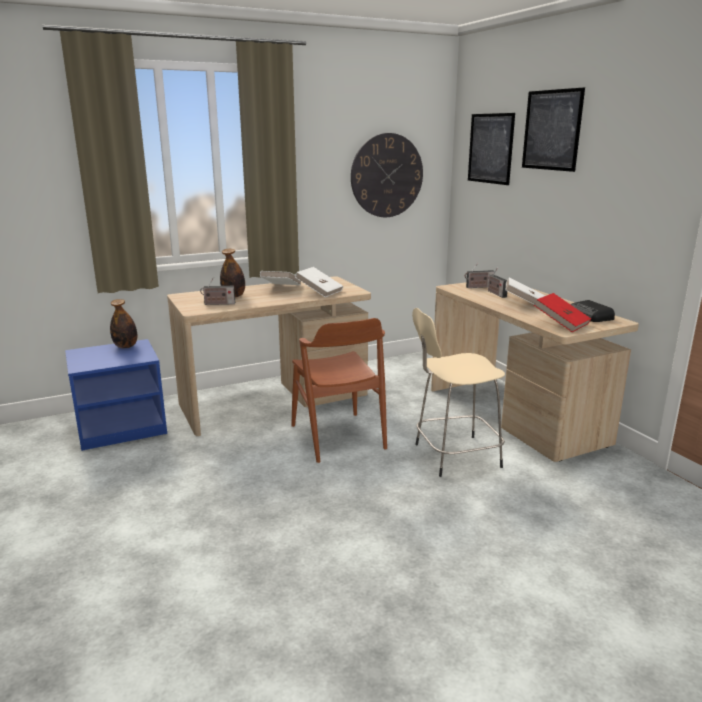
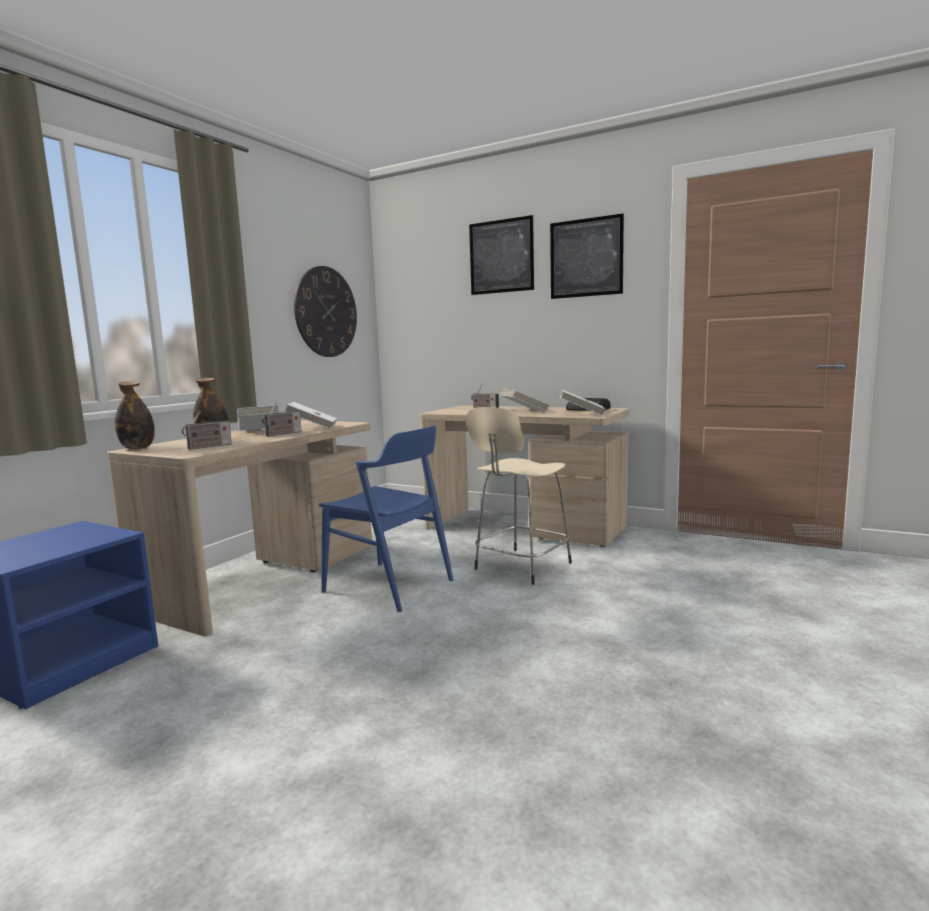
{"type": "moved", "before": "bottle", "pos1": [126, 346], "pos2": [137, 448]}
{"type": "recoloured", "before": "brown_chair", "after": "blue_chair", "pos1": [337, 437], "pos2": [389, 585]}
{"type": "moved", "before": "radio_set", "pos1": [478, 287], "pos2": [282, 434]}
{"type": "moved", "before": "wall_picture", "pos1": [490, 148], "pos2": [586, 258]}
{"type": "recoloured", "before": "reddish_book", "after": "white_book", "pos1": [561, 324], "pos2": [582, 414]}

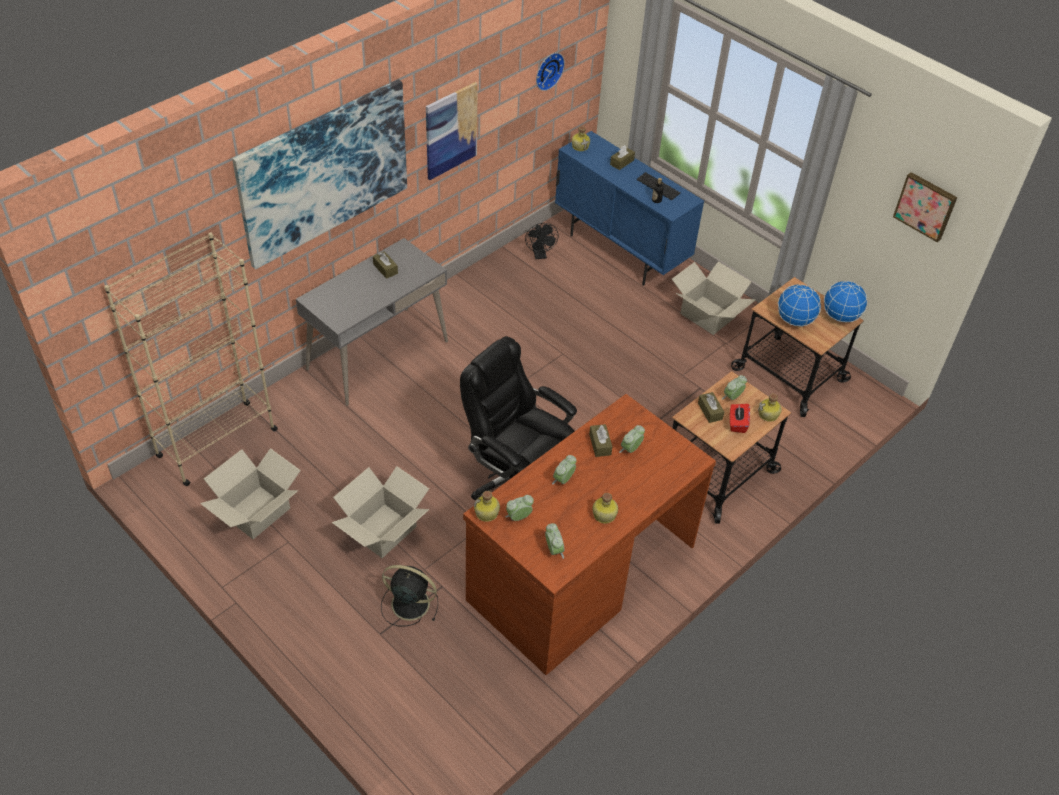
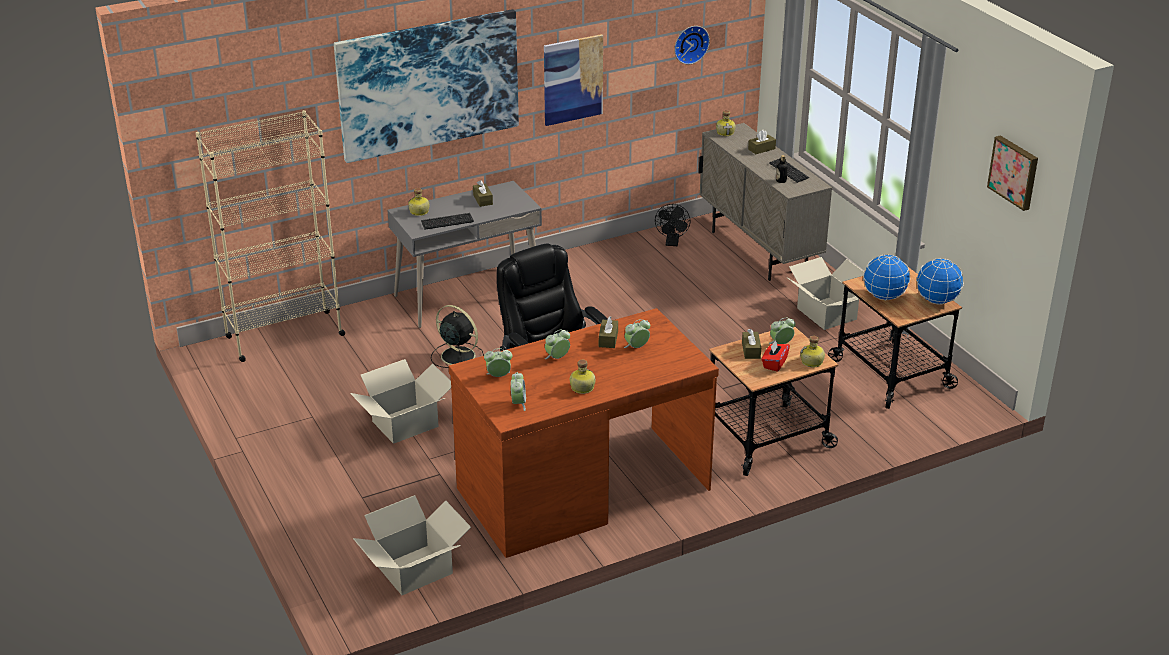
{"type": "moved", "before": "carton", "pos1": [256, 512], "pos2": [414, 570]}
{"type": "moved", "before": "blackish_electric_fan", "pos1": [408, 603], "pos2": [456, 355]}
{"type": "moved", "before": "bottle", "pos1": [487, 513], "pos2": [419, 212]}
{"type": "recoloured", "before": "blue_storage_cabinet", "after": "sand-coloured_storage_cabinet", "pos1": [620, 251], "pos2": [759, 251]}
{"type": "added", "after": "keyboard", "pos2": [447, 222]}

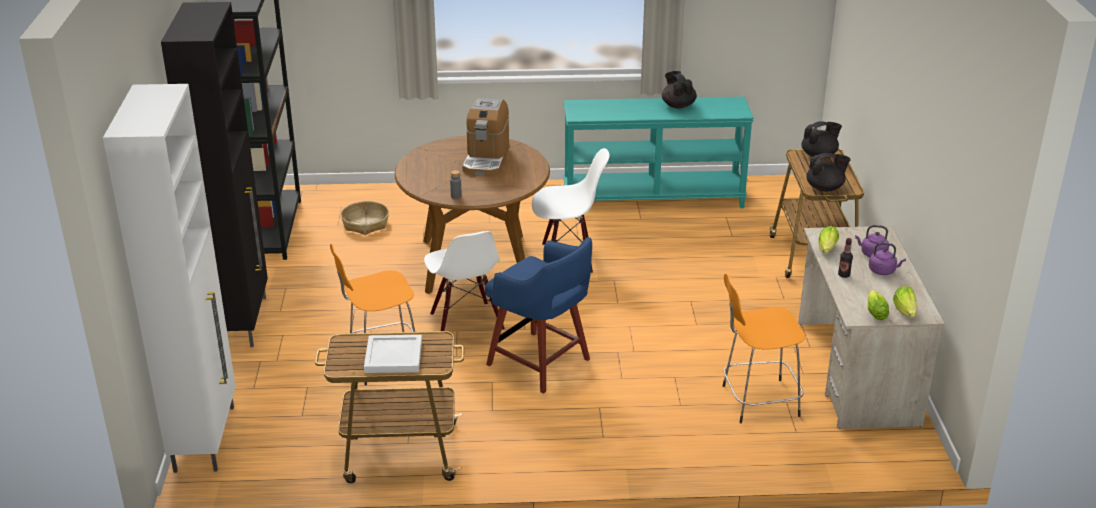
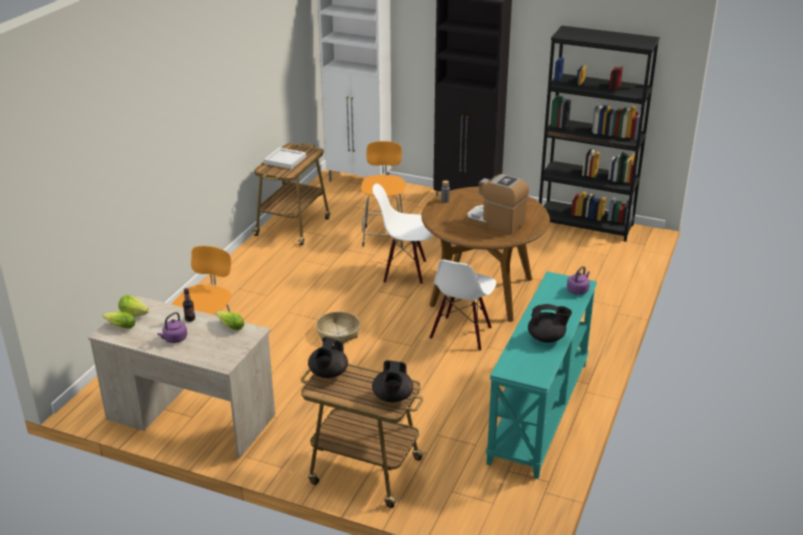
{"type": "moved", "before": "basket", "pos1": [365, 224], "pos2": [338, 333]}
{"type": "removed", "before": "blue_sitting_stool", "pos1": [540, 364]}
{"type": "moved", "before": "purplish_water_kettle", "pos1": [872, 254], "pos2": [578, 290]}

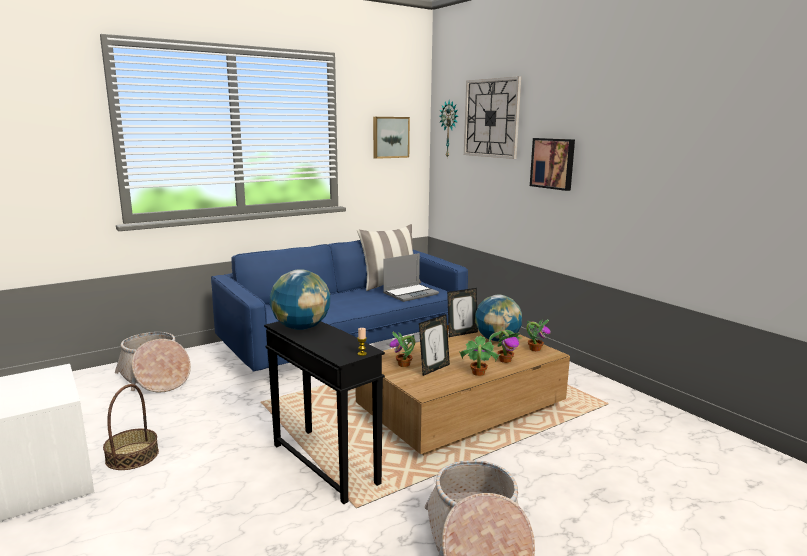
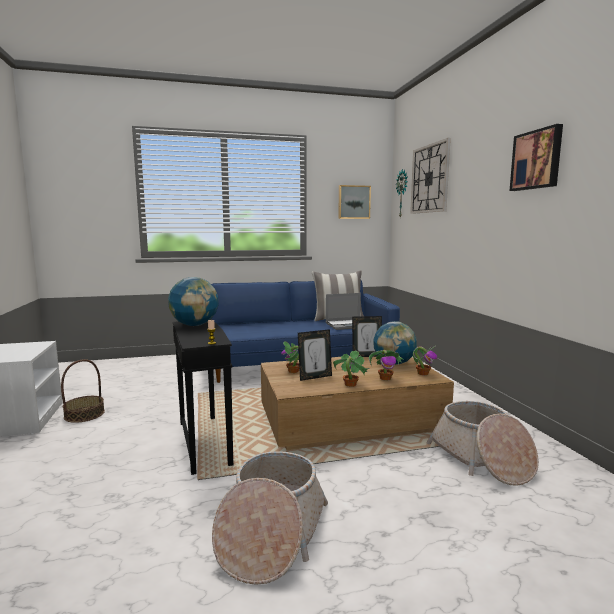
{"type": "moved", "before": "basket", "pos1": [155, 378], "pos2": [481, 459]}
{"type": "moved", "before": "wall_picture", "pos1": [553, 163], "pos2": [537, 160]}

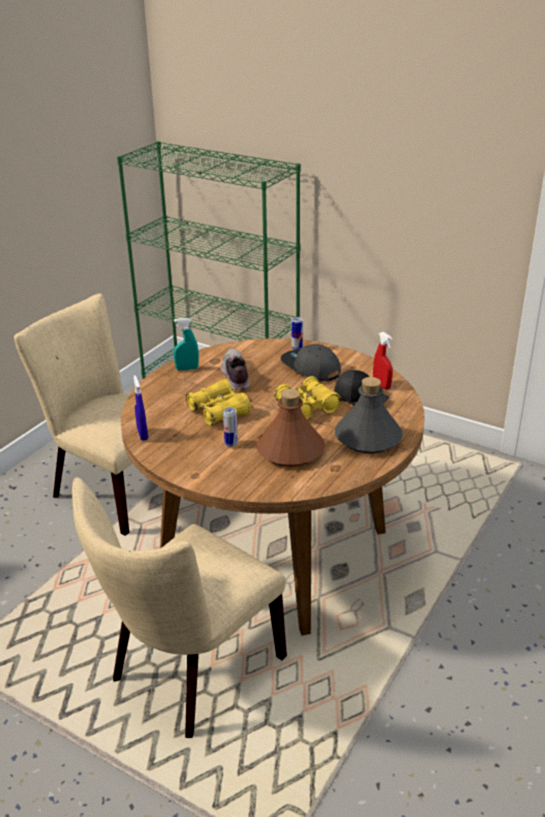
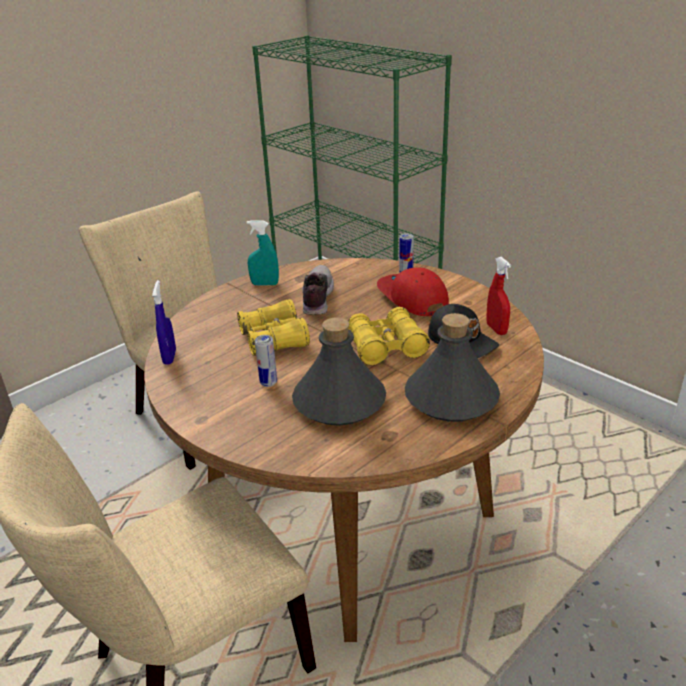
{"type": "recoloured", "before": "brown_bottle", "after": "greyish_bottle", "pos1": [290, 450], "pos2": [339, 402]}
{"type": "recoloured", "before": "greyish_cap", "after": "reddish_cap", "pos1": [310, 369], "pos2": [412, 299]}

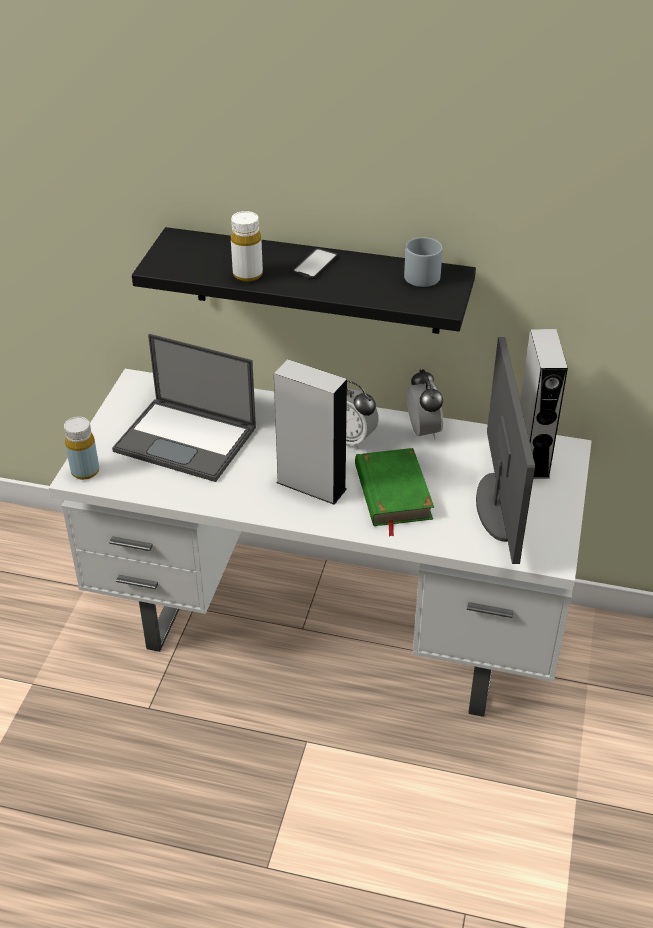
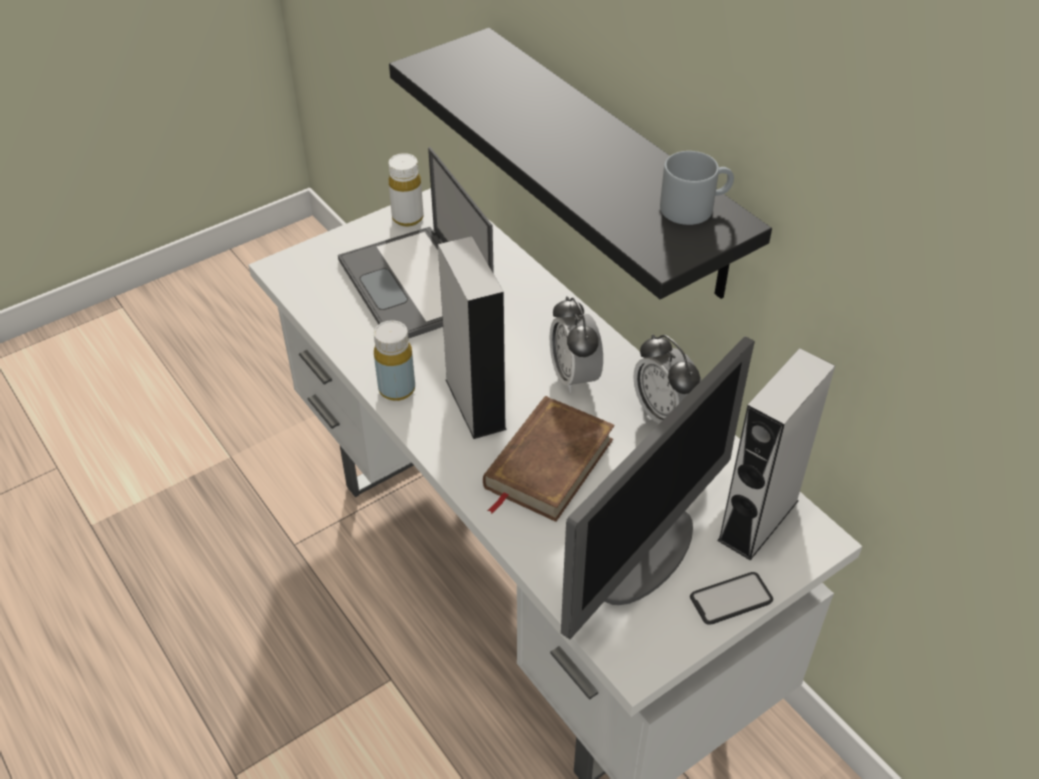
{"type": "moved", "before": "yellow-coloured_bottle", "pos1": [85, 471], "pos2": [397, 389]}
{"type": "moved", "before": "white_bottle", "pos1": [247, 274], "pos2": [408, 218]}
{"type": "moved", "before": "telephone", "pos1": [315, 264], "pos2": [731, 599]}
{"type": "recoloured", "before": "greenish_book", "after": "brown_book", "pos1": [392, 493], "pos2": [548, 463]}
{"type": "turned", "before": "table_clock", "pos1": [422, 431], "pos2": [664, 413], "turn": 120}

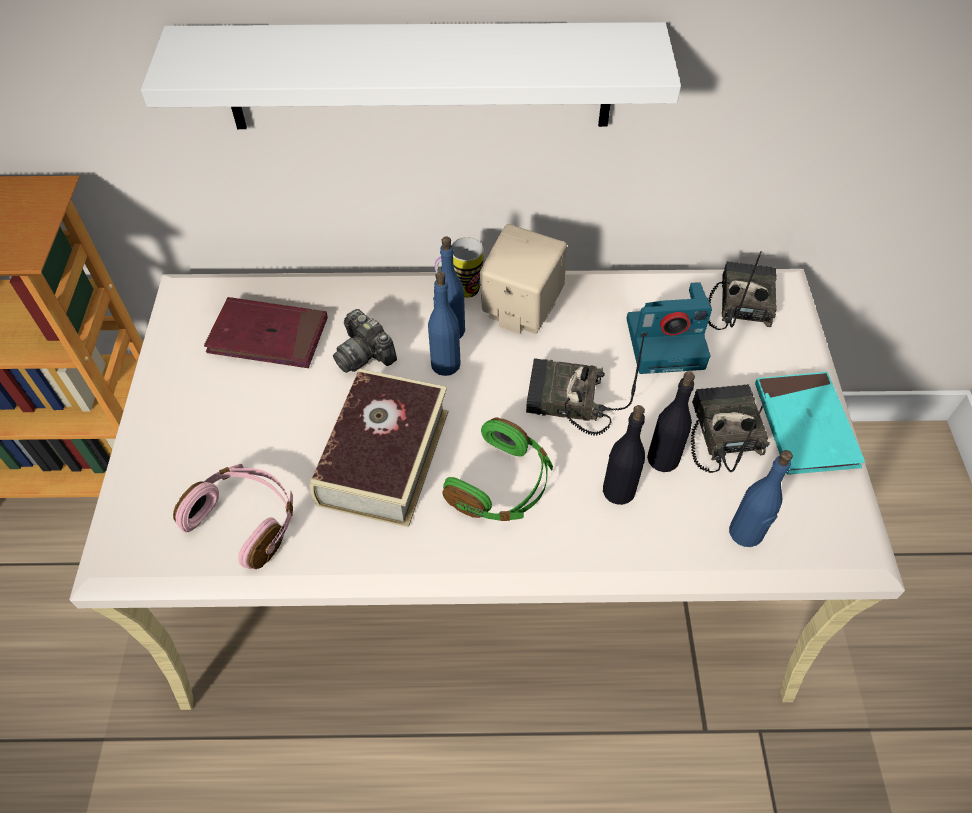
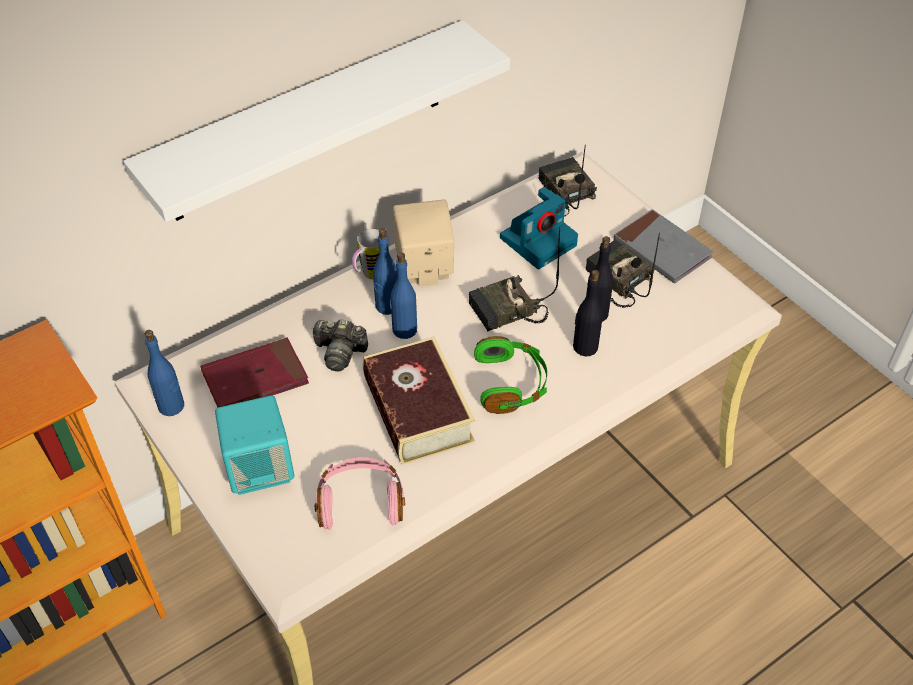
{"type": "moved", "before": "blue_bottle", "pos1": [746, 533], "pos2": [171, 406]}
{"type": "recoloured", "before": "turquoise-coloured_book", "after": "greyish_book", "pos1": [805, 426], "pos2": [662, 250]}
{"type": "added", "after": "turquoise-coloured_audio_speaker", "pos2": [260, 469]}

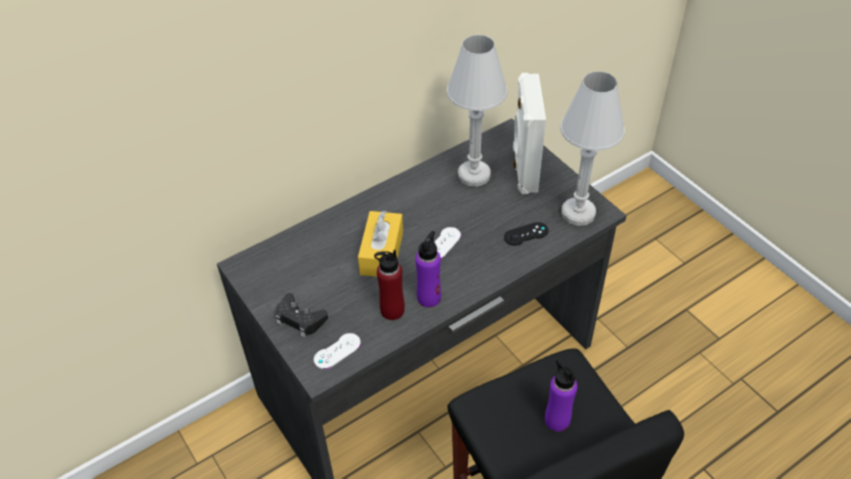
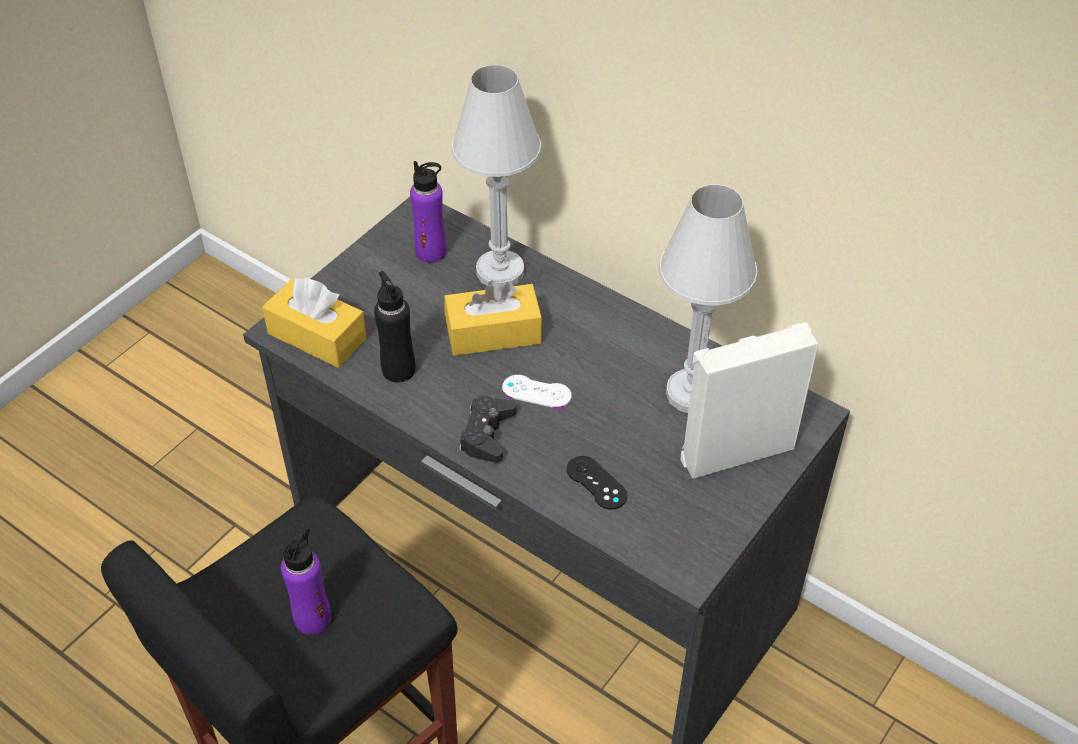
{"type": "moved", "before": "blackish_gamepad", "pos1": [300, 319], "pos2": [487, 434]}
{"type": "replaced", "before": "white_gamepad", "after": "yellow-coloured_box_of_tissues", "pos1": [337, 351], "pos2": [317, 336]}
{"type": "recoloured", "before": "reddish_bottle", "after": "blackish_bottle", "pos1": [392, 310], "pos2": [398, 370]}
{"type": "moved", "before": "purplish_bottle", "pos1": [429, 297], "pos2": [431, 252]}
{"type": "moved", "before": "white_tabletop_lamp", "pos1": [578, 213], "pos2": [500, 272]}

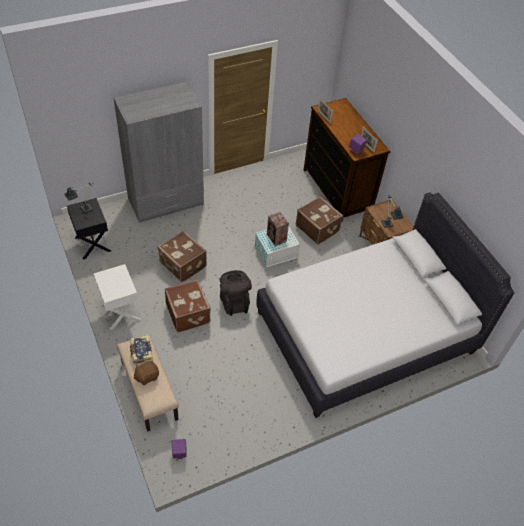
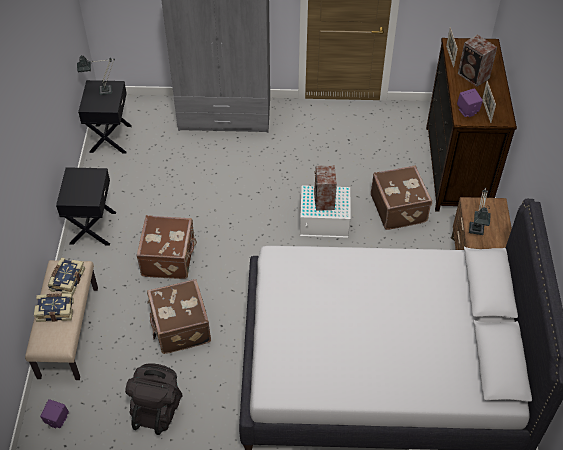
{"type": "recoloured", "before": "white_night_table", "after": "blackish_night_table", "pos1": [120, 312], "pos2": [92, 228]}
{"type": "replaced", "before": "brown_cuddly_toy", "after": "book", "pos1": [147, 376], "pos2": [55, 310]}
{"type": "moved", "before": "brown_piece_of_luggage", "pos1": [182, 265], "pos2": [179, 328]}
{"type": "moved", "before": "blackish_knapsack", "pos1": [234, 301], "pos2": [157, 408]}
{"type": "added", "after": "audio_speaker", "pos2": [474, 76]}

